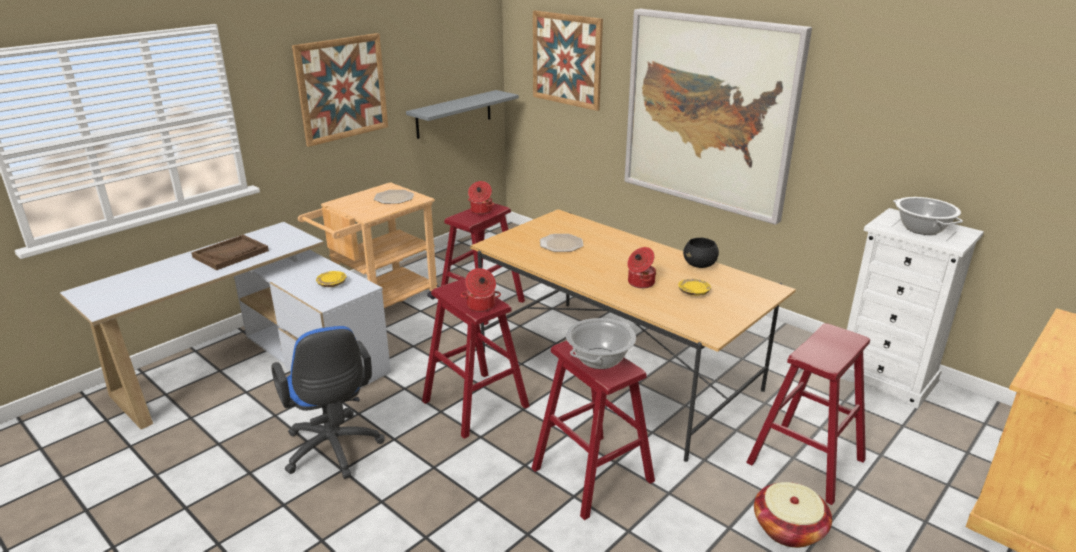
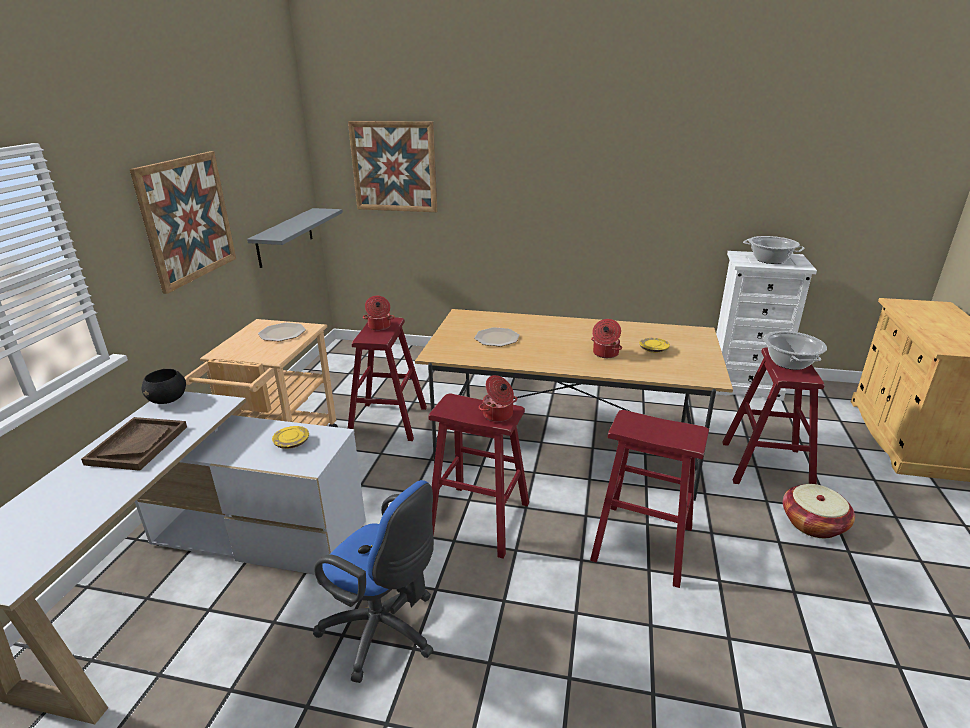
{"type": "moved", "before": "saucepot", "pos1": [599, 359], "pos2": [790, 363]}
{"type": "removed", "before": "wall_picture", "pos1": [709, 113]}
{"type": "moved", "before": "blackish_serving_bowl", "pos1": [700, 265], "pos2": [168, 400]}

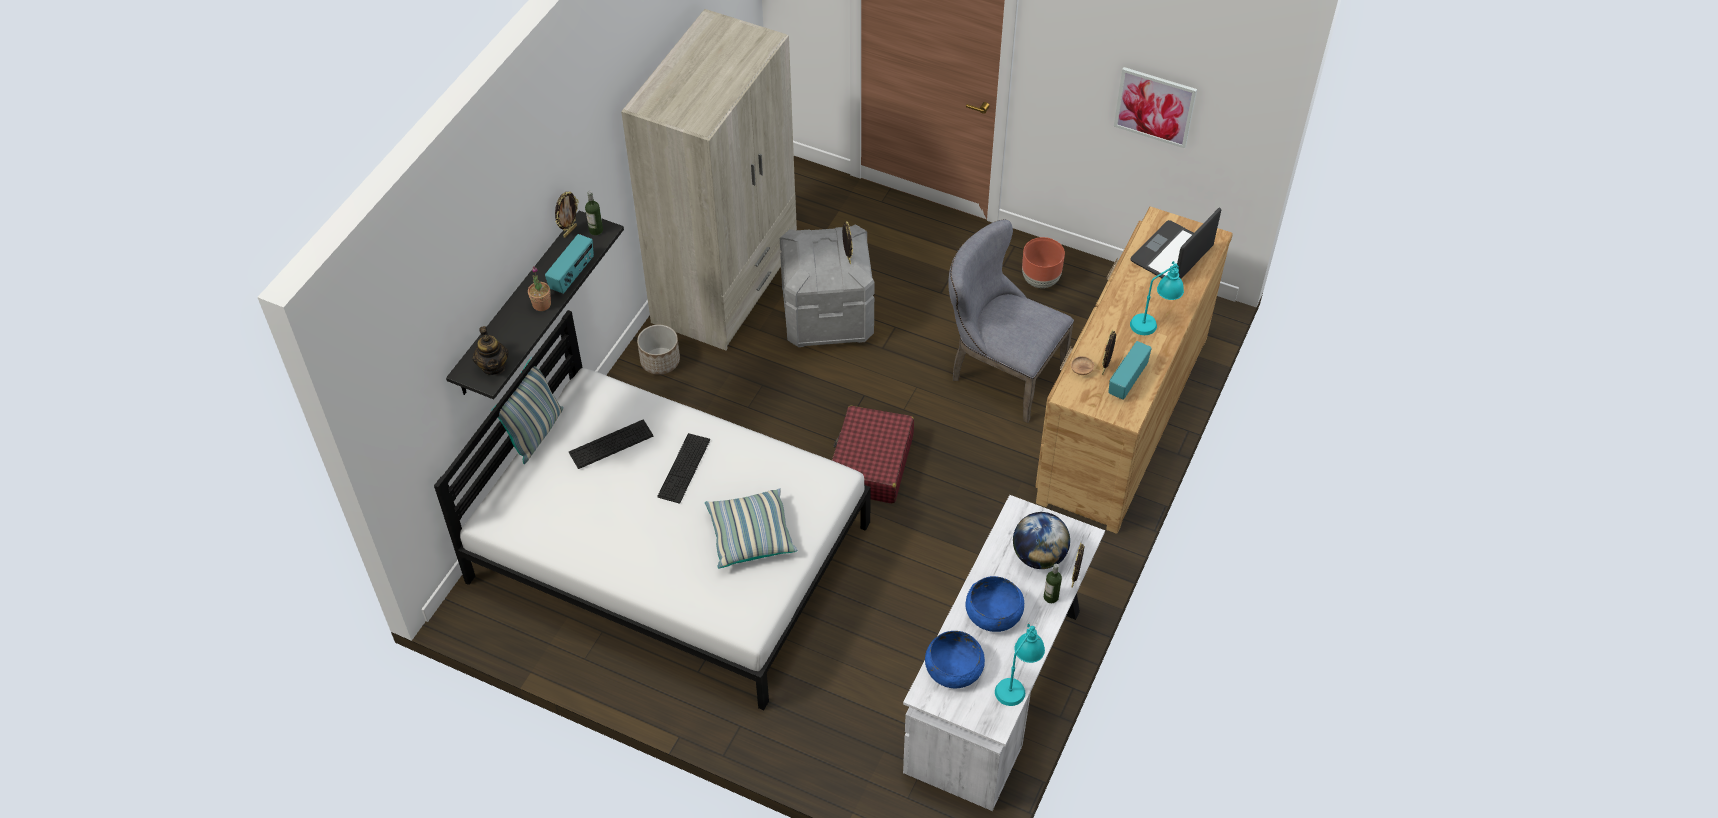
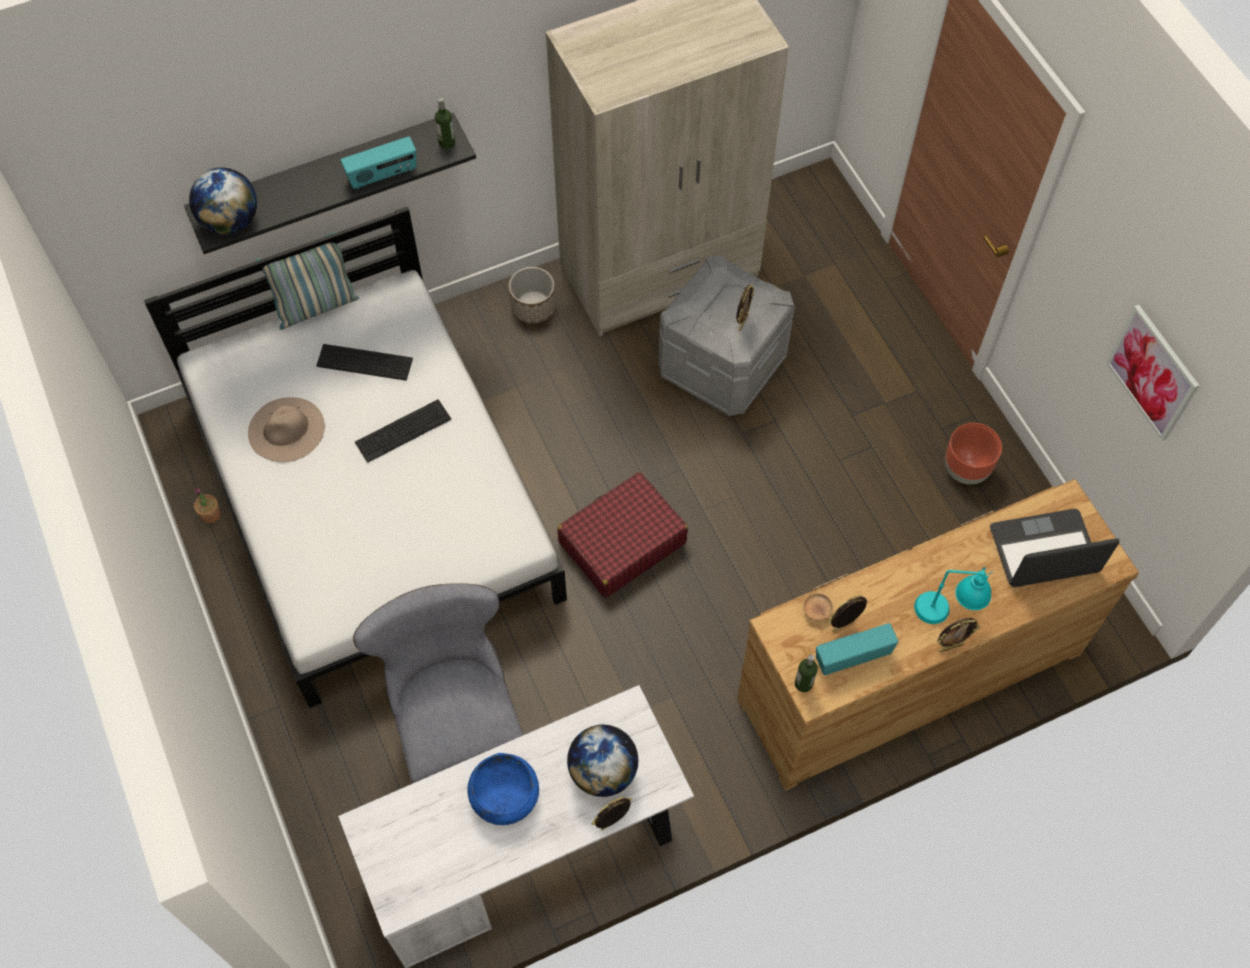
{"type": "replaced", "before": "teapot", "after": "world_globe", "pos1": [493, 366], "pos2": [230, 221]}
{"type": "moved", "before": "potted_plant", "pos1": [541, 304], "pos2": [211, 515]}
{"type": "moved", "before": "standing_frame", "pos1": [569, 231], "pos2": [950, 647]}
{"type": "removed", "before": "throw_pillow", "pos1": [750, 535]}
{"type": "removed", "before": "blue_serving_bowl", "pos1": [954, 667]}
{"type": "moved", "before": "greyish_chair", "pos1": [1000, 372], "pos2": [458, 731]}
{"type": "removed", "before": "turquoise-coloured_tabletop_lamp", "pos1": [1017, 682]}
{"type": "moved", "before": "bottle", "pos1": [1051, 597], "pos2": [803, 683]}
{"type": "added", "after": "sand-coloured_hat", "pos2": [286, 429]}

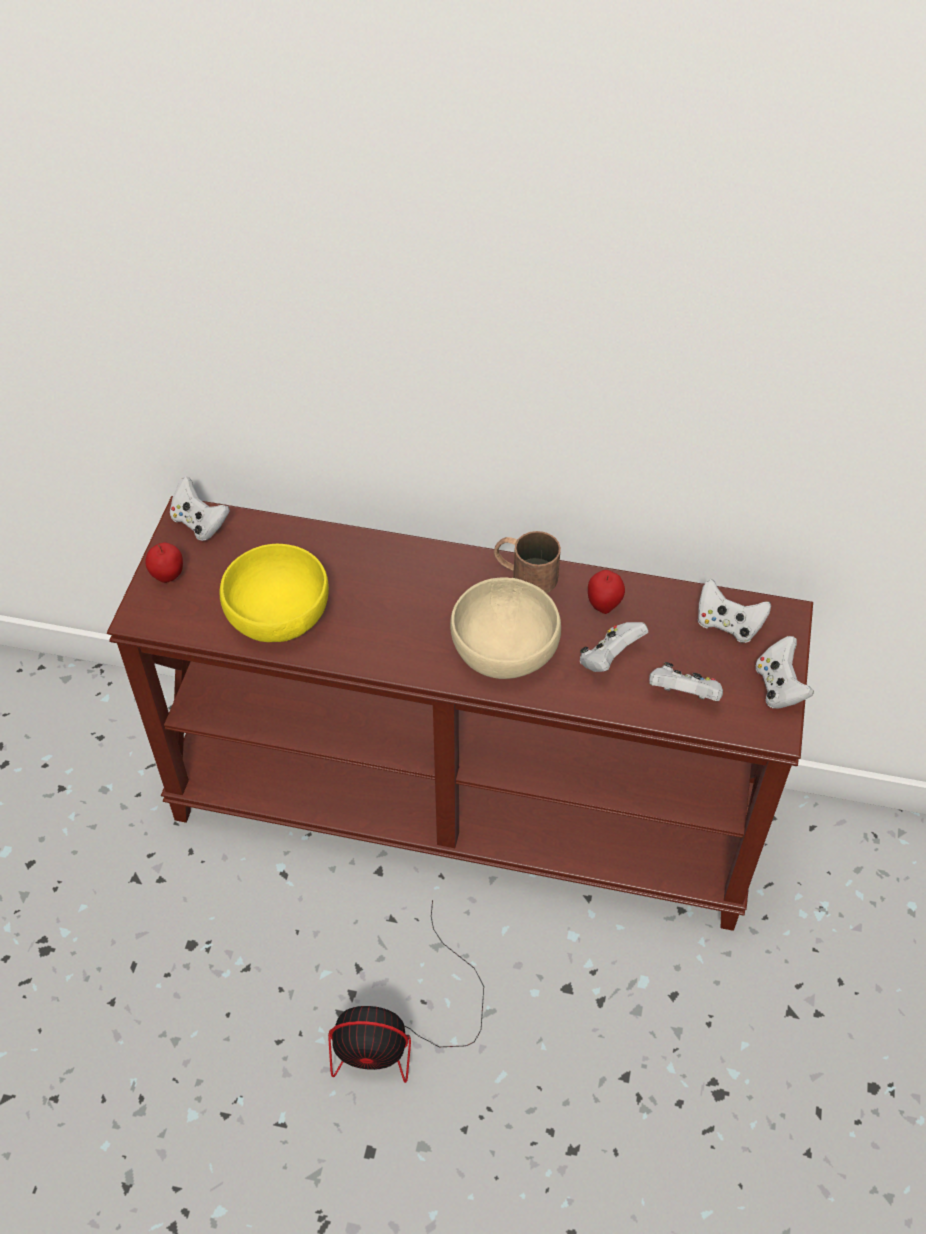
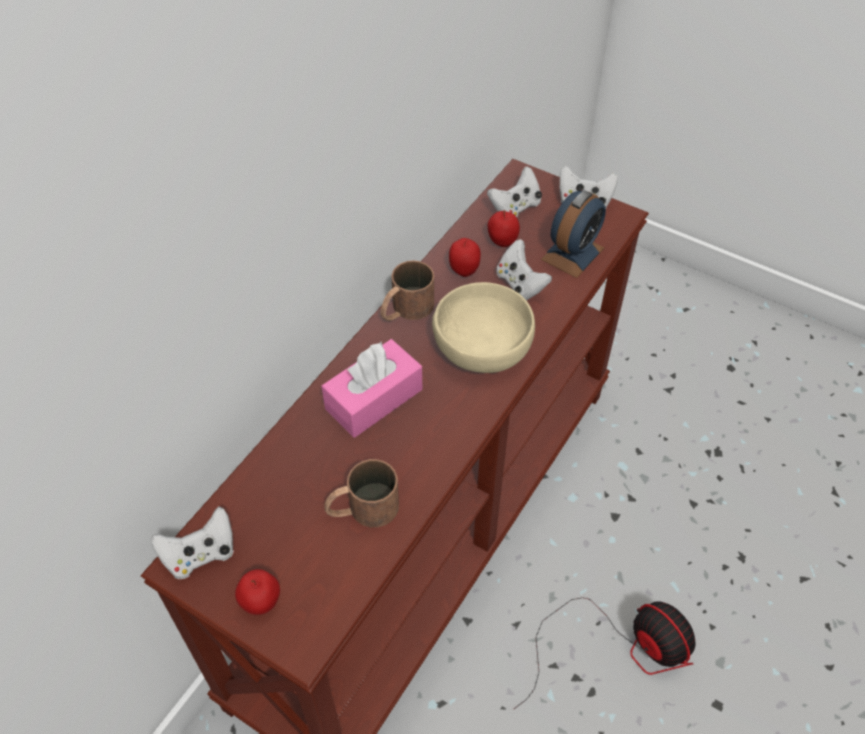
{"type": "replaced", "before": "yellow-coloured_serving_bowl", "after": "brown_coffee_mug", "pos1": [279, 613], "pos2": [362, 509]}
{"type": "turned", "before": "electric_fan", "pos1": [402, 1031], "pos2": [620, 647], "turn": -60}
{"type": "replaced", "before": "white_gamepad", "after": "table_clock", "pos1": [684, 695], "pos2": [572, 253]}
{"type": "added", "after": "pinkish_box_of_tissues", "pos2": [374, 399]}
{"type": "added", "after": "apple_fruit", "pos2": [502, 243]}

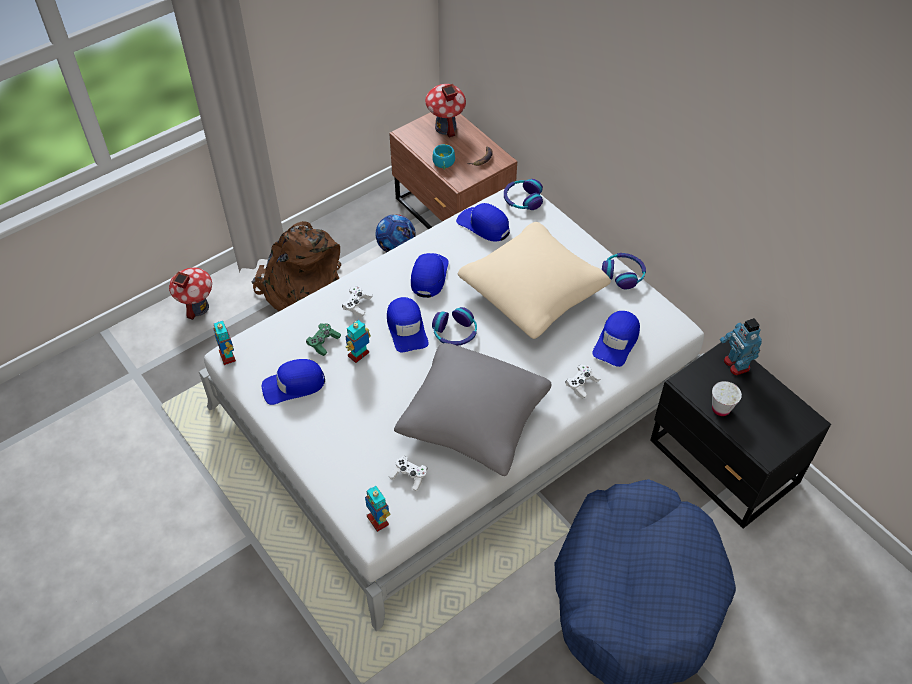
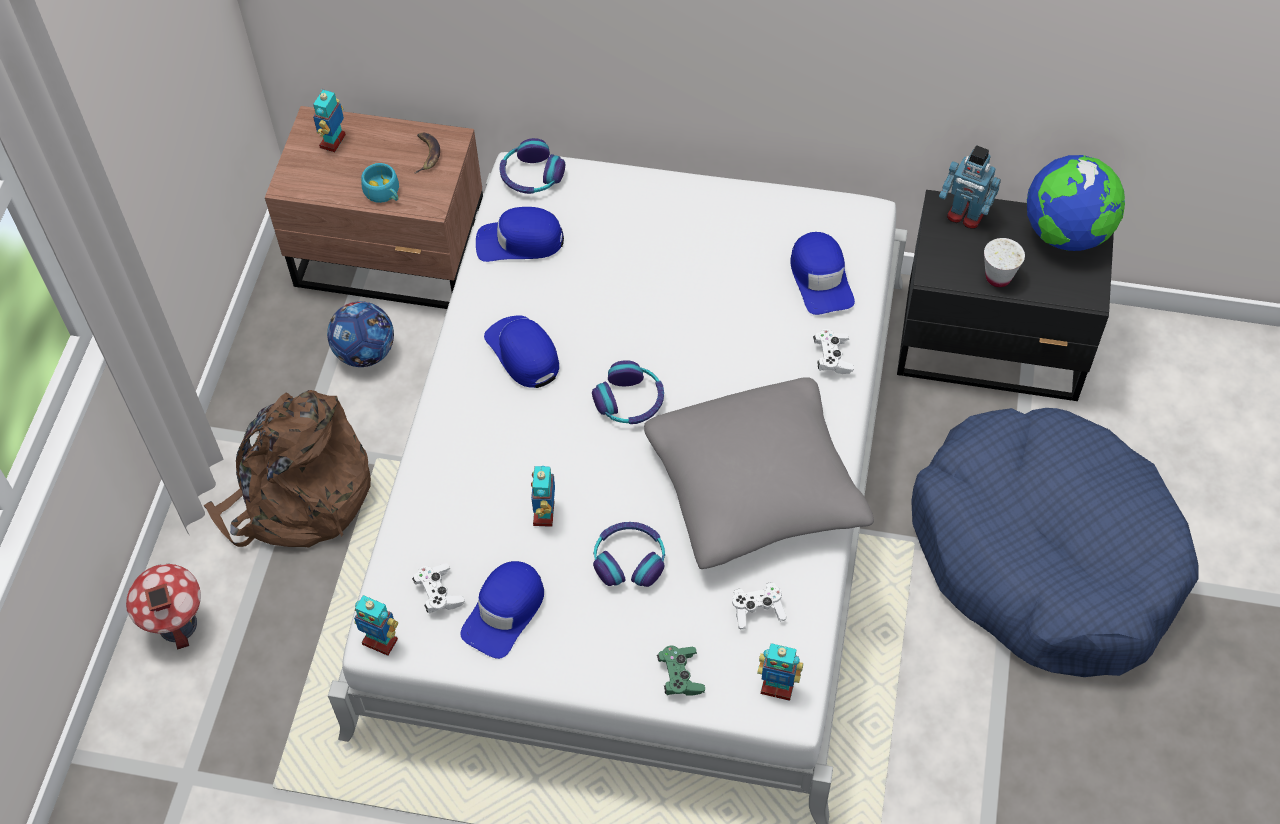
{"type": "moved", "before": "greenish_gamepad", "pos1": [323, 343], "pos2": [680, 676]}
{"type": "moved", "before": "white_gamepad", "pos1": [357, 305], "pos2": [439, 593]}
{"type": "removed", "before": "blue_cap", "pos1": [406, 328]}
{"type": "replaced", "before": "model_house", "after": "model_robot", "pos1": [445, 127], "pos2": [333, 141]}
{"type": "removed", "before": "sand-coloured_throw_pillow", "pos1": [533, 291]}
{"type": "moved", "before": "headset", "pos1": [623, 274], "pos2": [629, 560]}
{"type": "added", "after": "world_globe", "pos2": [1066, 233]}

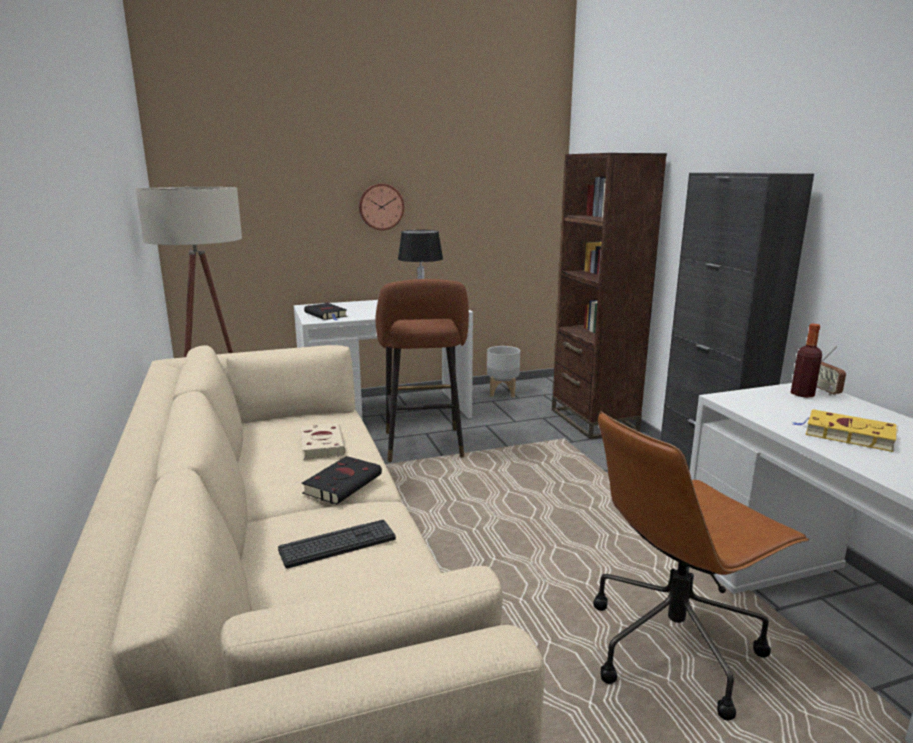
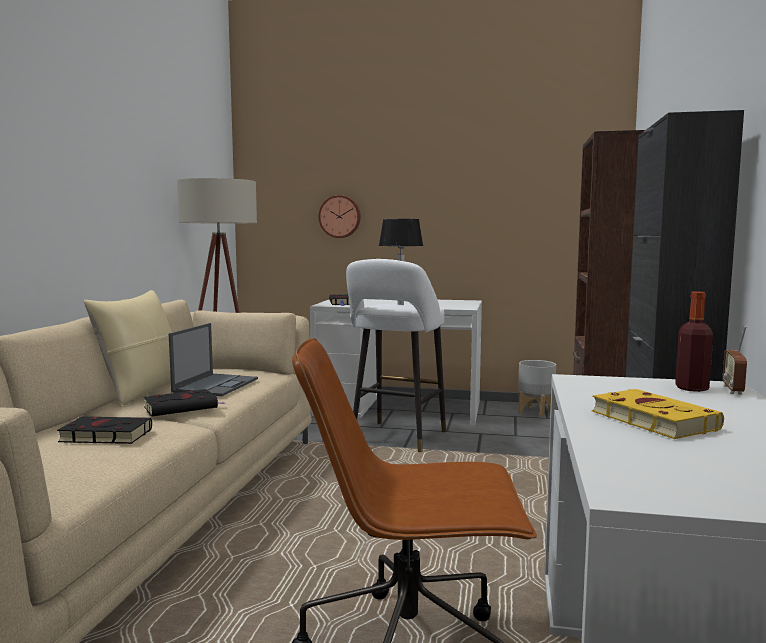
{"type": "replaced", "before": "keyboard", "after": "blackish_book", "pos1": [337, 544], "pos2": [103, 436]}
{"type": "replaced", "before": "sand-coloured_book", "after": "portable_computer", "pos1": [322, 444], "pos2": [216, 385]}
{"type": "moved", "before": "hanging_clock", "pos1": [381, 207], "pos2": [340, 216]}
{"type": "recoloured", "before": "brown_sitting_stool", "after": "white_sitting_stool", "pos1": [424, 447], "pos2": [396, 438]}
{"type": "added", "after": "sand-coloured_throw_pillow", "pos2": [142, 391]}

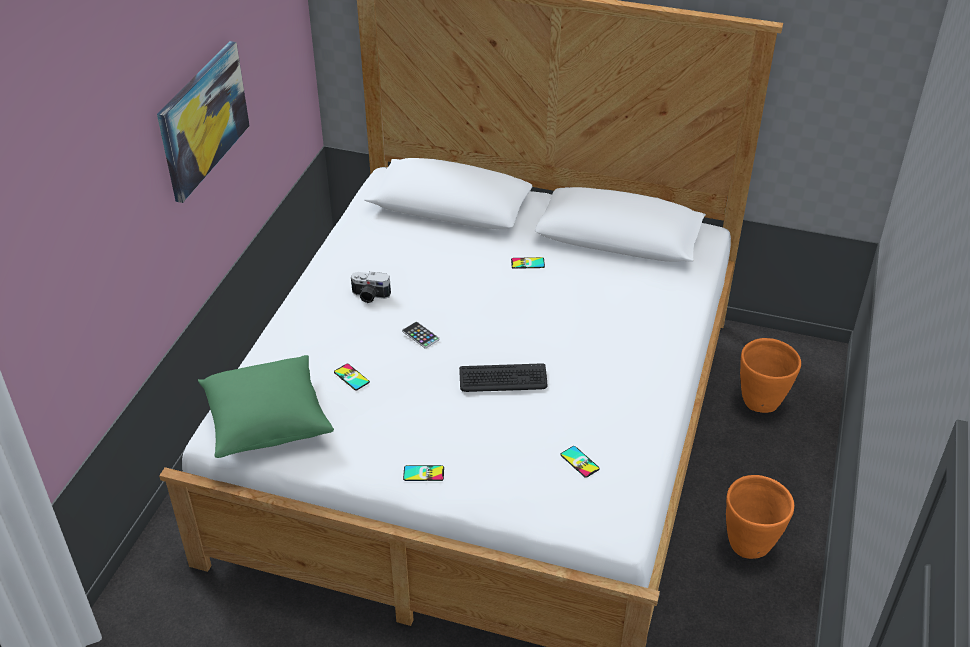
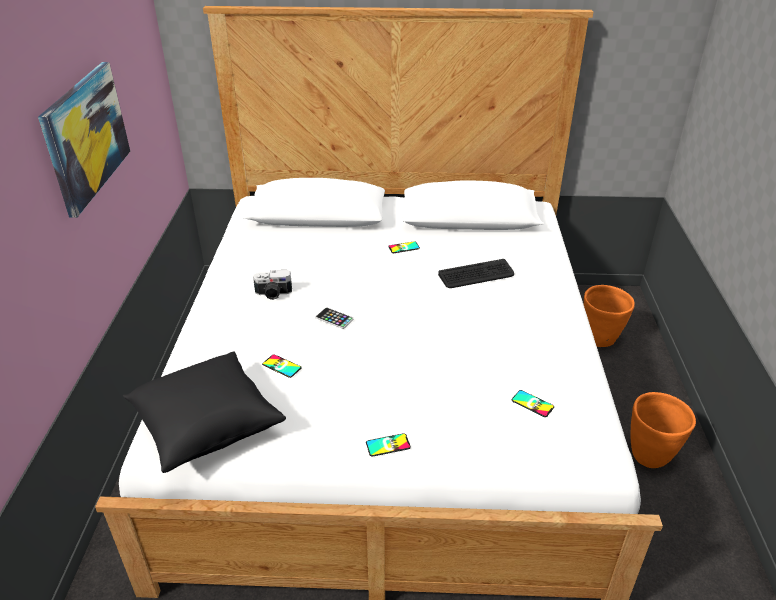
{"type": "recoloured", "before": "greenish_throw_pillow", "after": "blackish_throw_pillow", "pos1": [267, 421], "pos2": [206, 424]}
{"type": "moved", "before": "keyboard", "pos1": [503, 379], "pos2": [476, 275]}

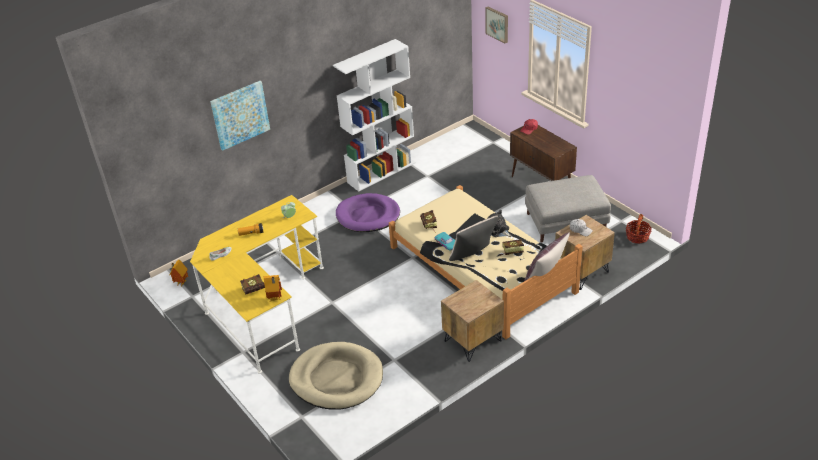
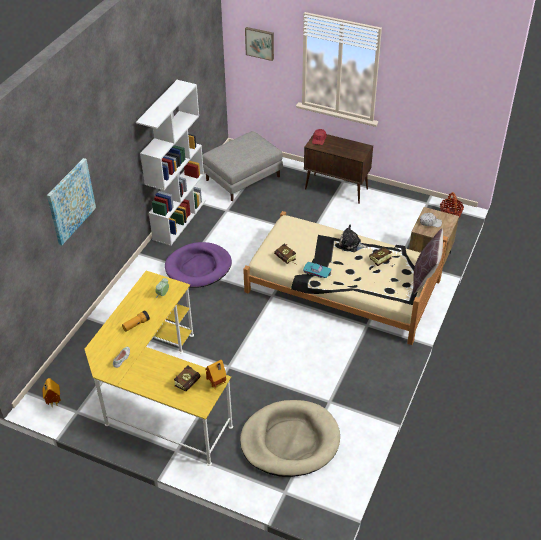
{"type": "removed", "before": "brown_night_table", "pos1": [473, 341]}
{"type": "removed", "before": "sand-coloured_throw_pillow", "pos1": [472, 255]}
{"type": "moved", "before": "greyish_footrest", "pos1": [566, 222], "pos2": [243, 178]}

